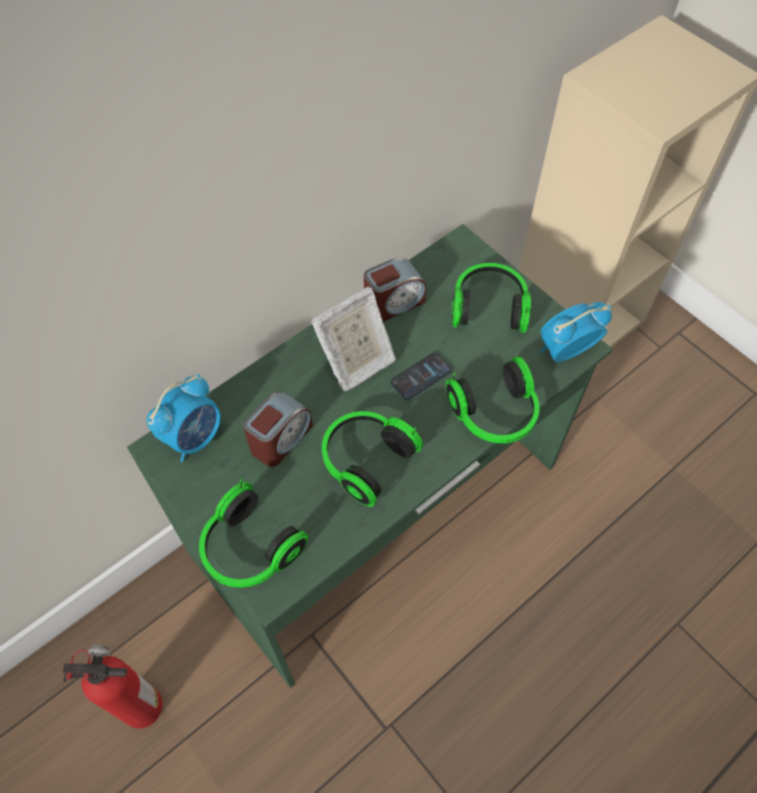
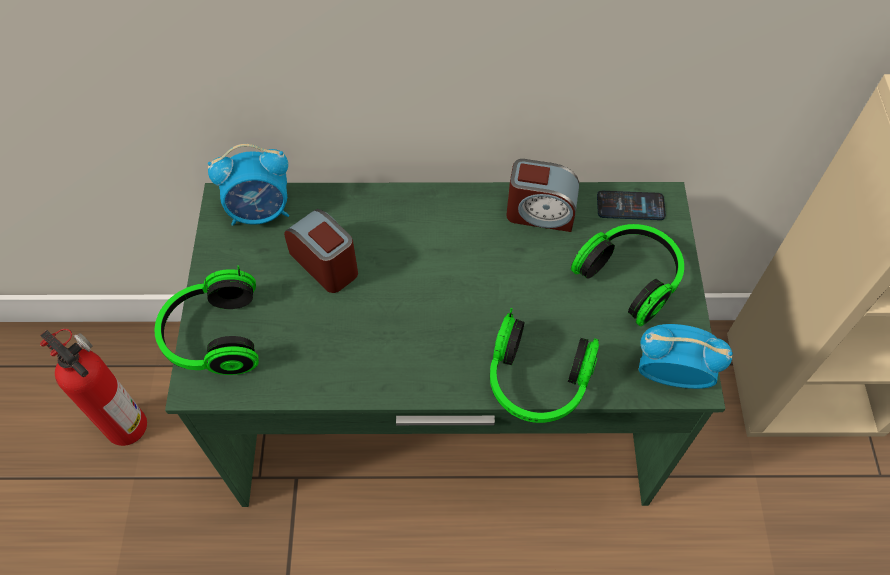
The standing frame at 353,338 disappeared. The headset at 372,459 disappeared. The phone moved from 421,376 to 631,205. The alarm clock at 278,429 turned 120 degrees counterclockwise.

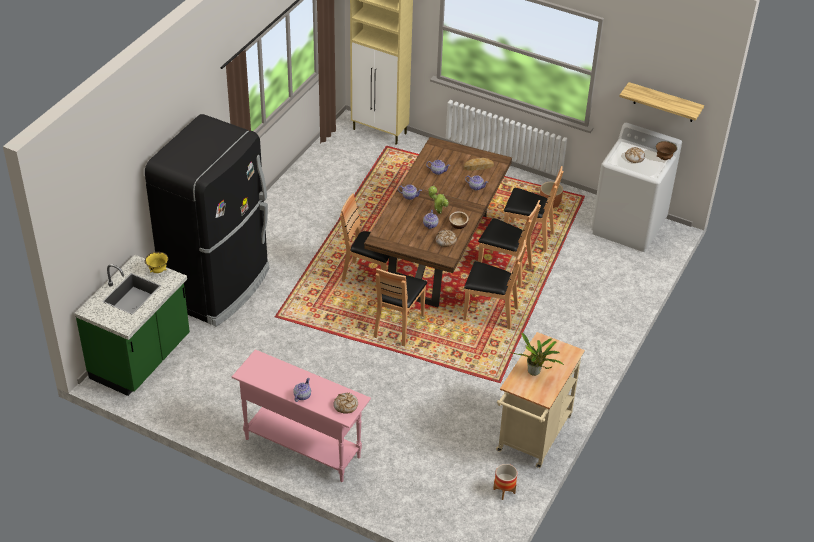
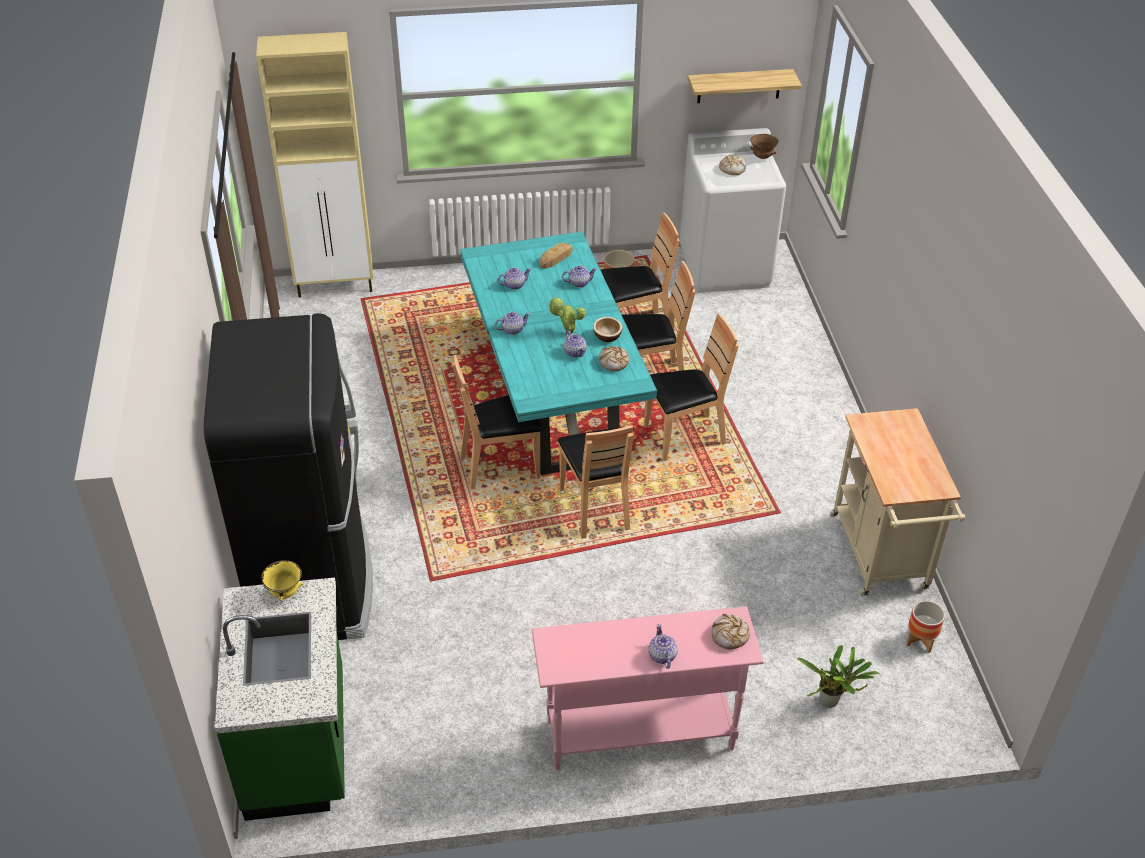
The plant in a pot moved from 536,354 to 838,676. The kitchen table/brownish at 438,222 became the kitchen table/turquoise at 558,353.

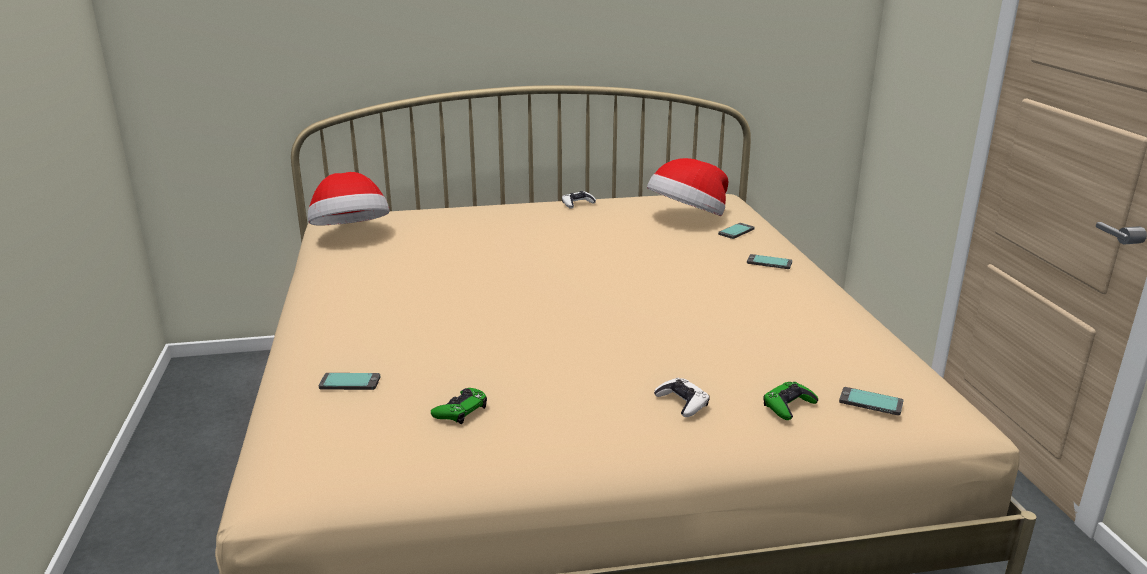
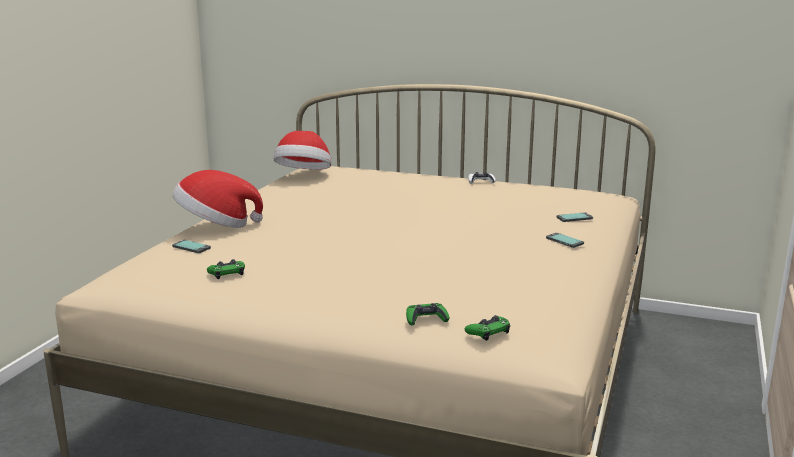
The gamepad/white at 682,397 disappeared. The clothing hat moved from 687,187 to 218,199. The phone at 871,401 was replaced by the gamepad/green at 487,328.

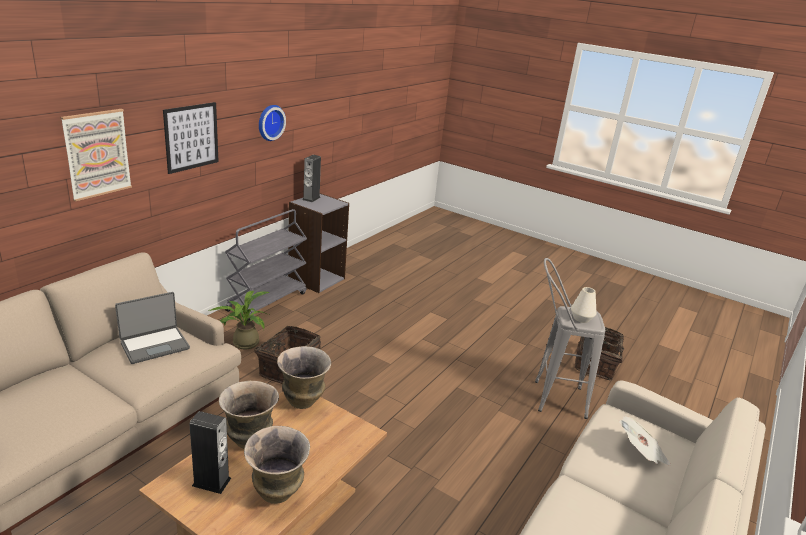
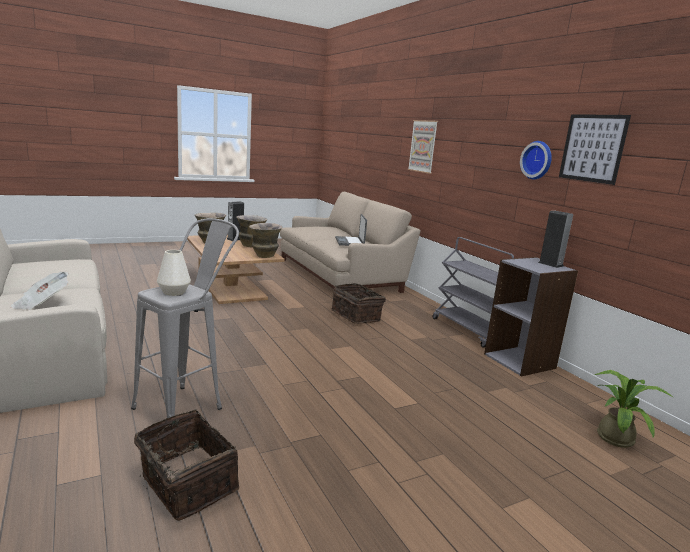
The wall art moved from 191,138 to 595,149. The plant in a pot moved from 241,320 to 634,409.

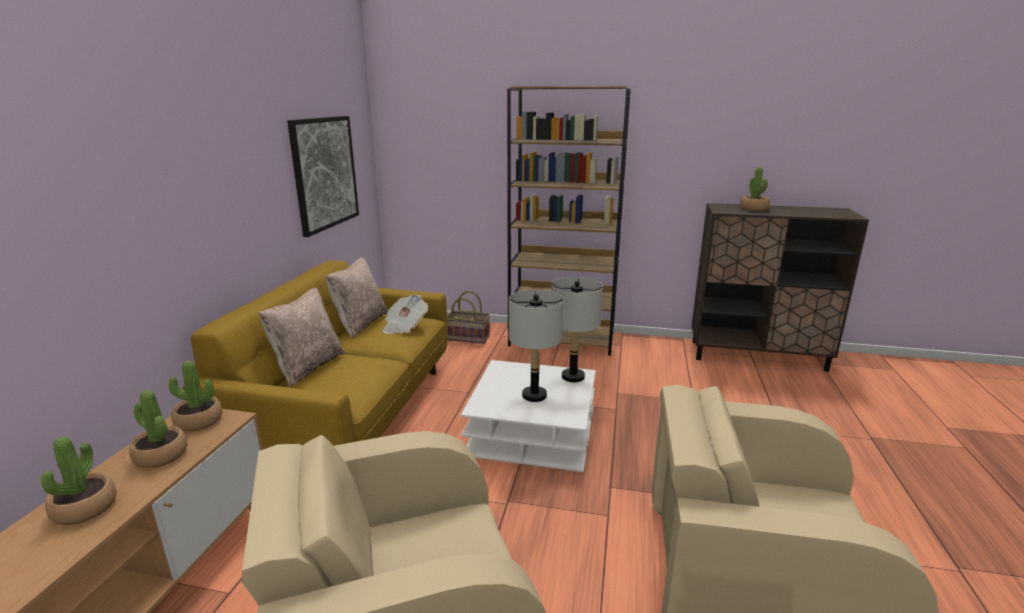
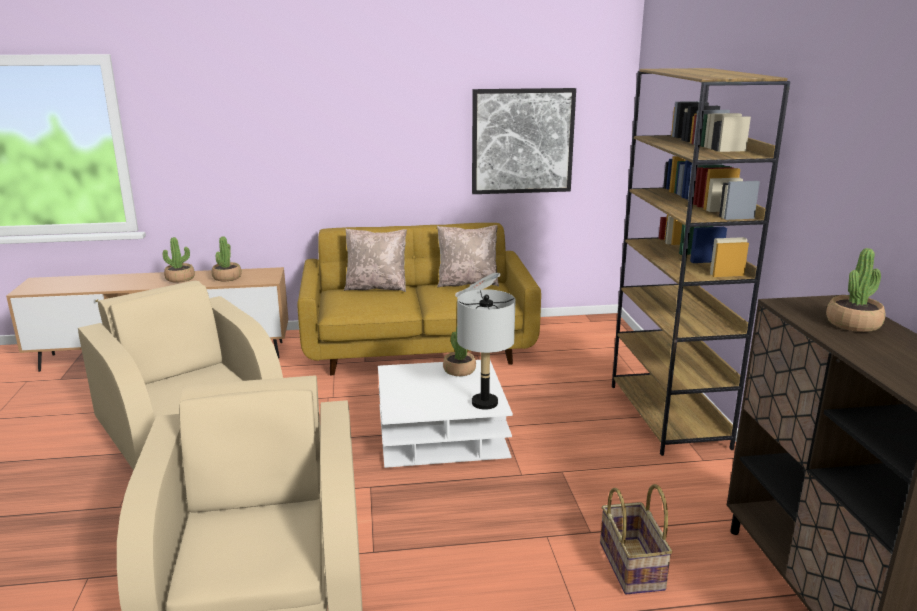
The tabletop lamp/greyish at 536,346 disappeared. The plant in a pot moved from 195,396 to 459,352. The basket moved from 468,317 to 636,539.

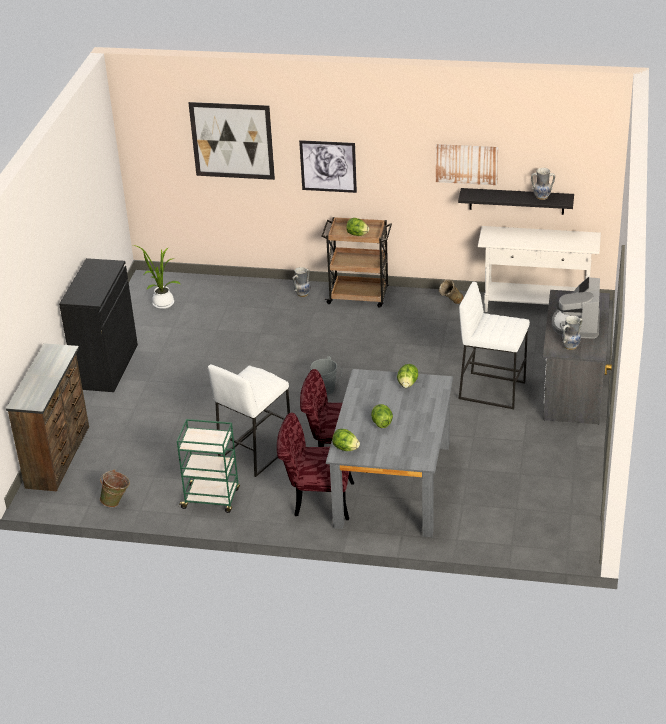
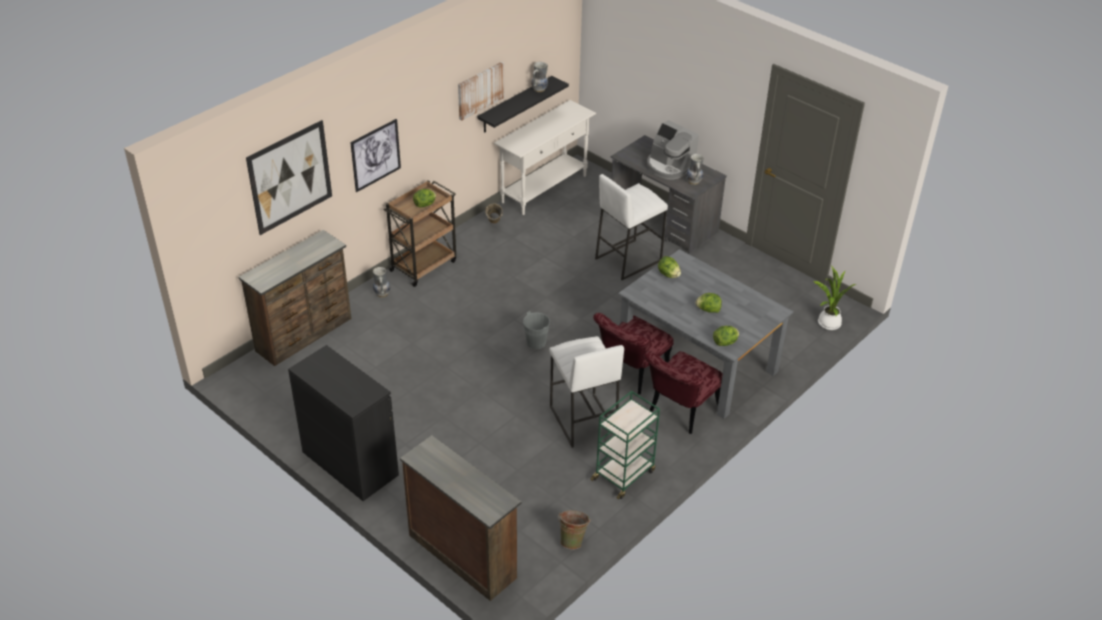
The drawer chest/brownish at 294,298 appeared. The plant in a pot moved from 156,277 to 834,297.

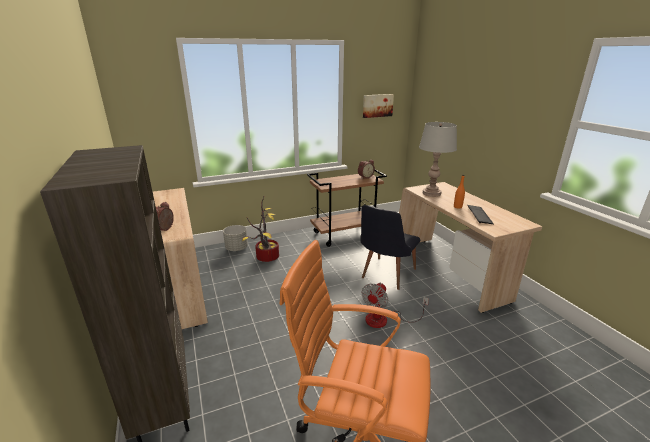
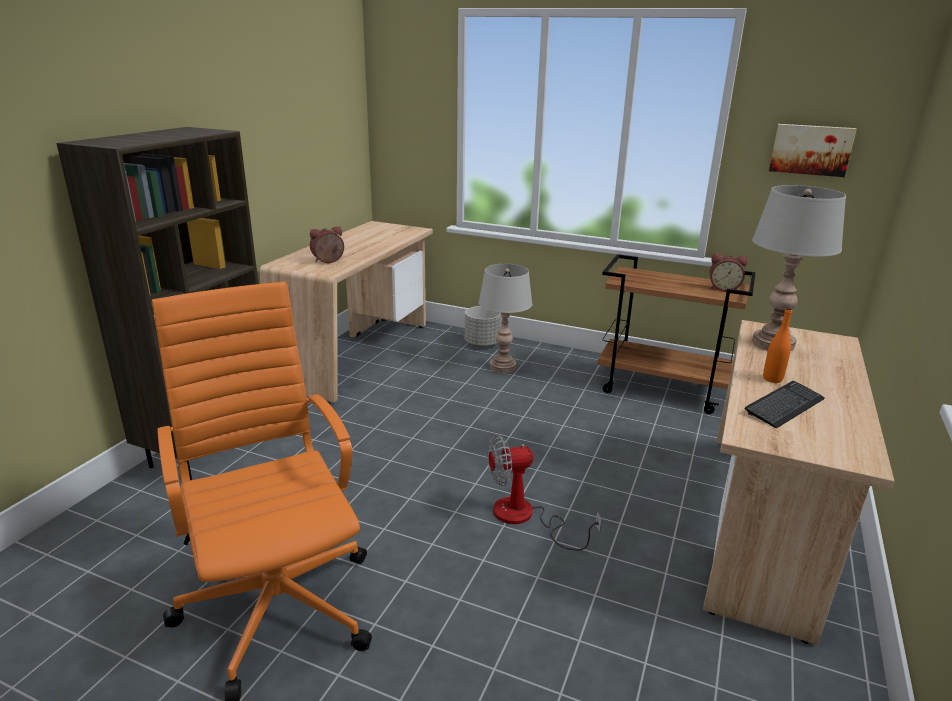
The plain chair/black-coloured at 390,247 disappeared. The plant in a pot at 260,229 was replaced by the tabletop lamp/greyish at 505,318.

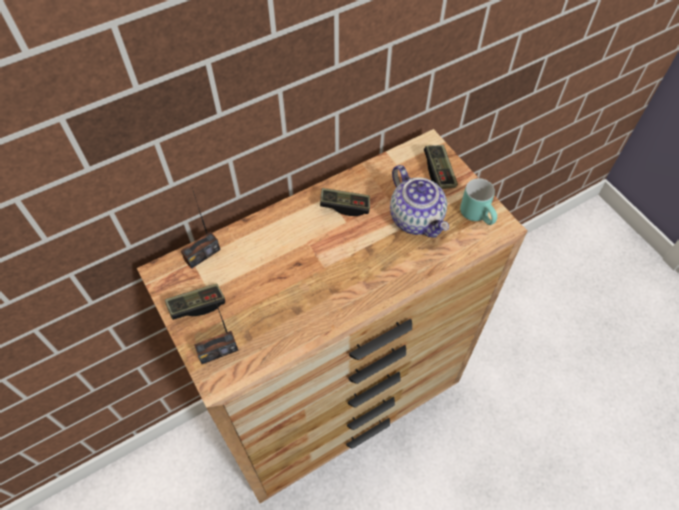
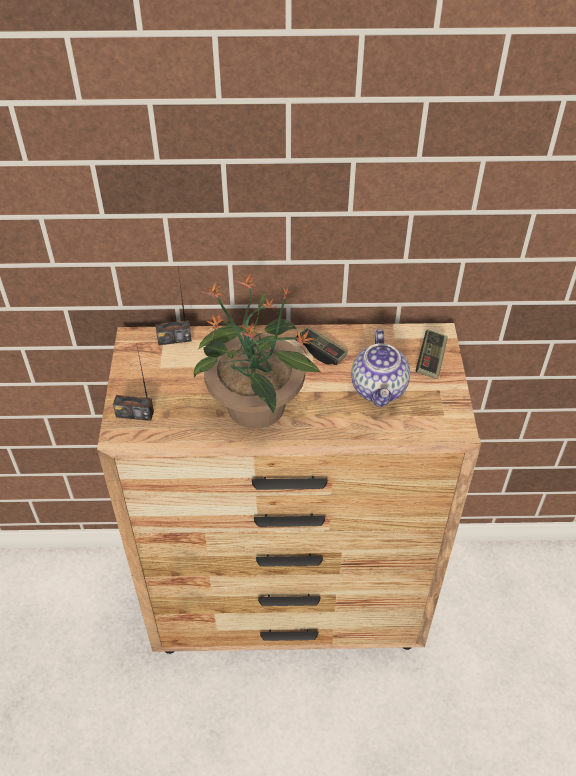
The gamepad at 195,302 disappeared. The mug/turquoise at 478,201 disappeared. The plant in a pot at 256,351 appeared.

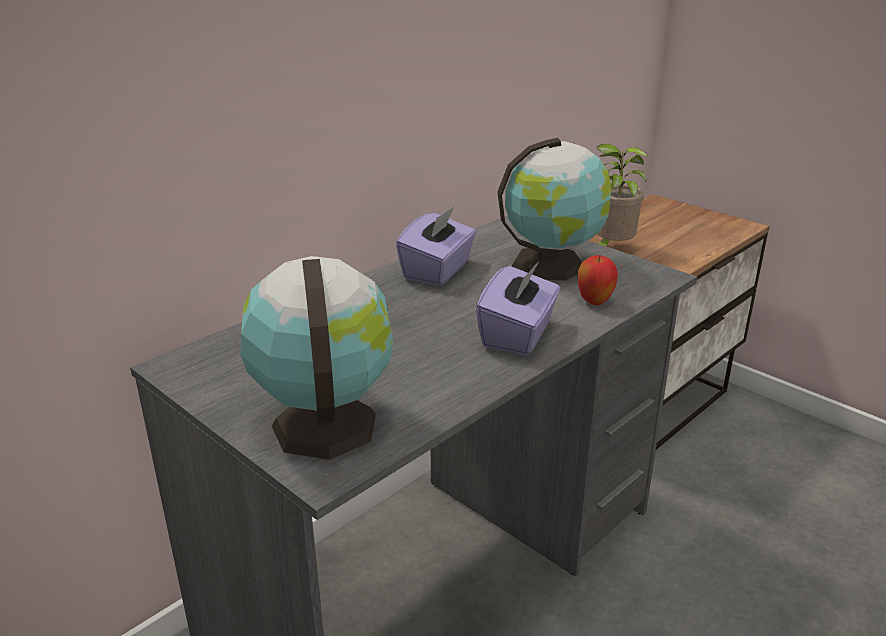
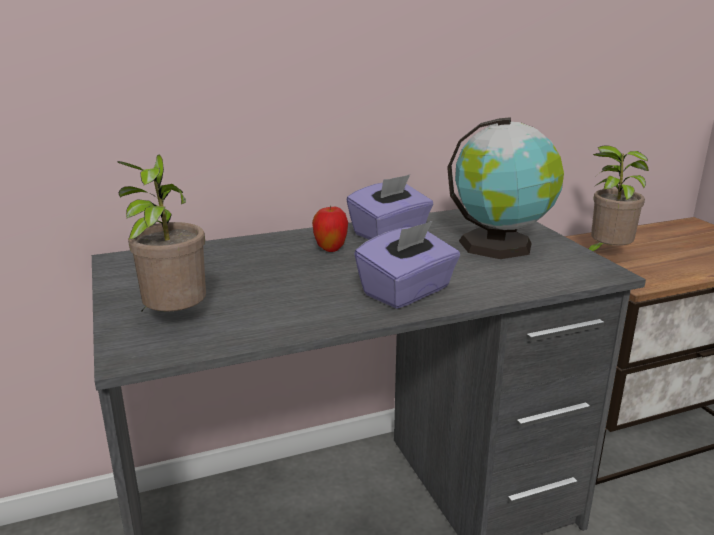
The apple fruit moved from 598,280 to 330,228. The globe at 316,358 was replaced by the plant in a pot at 161,233.

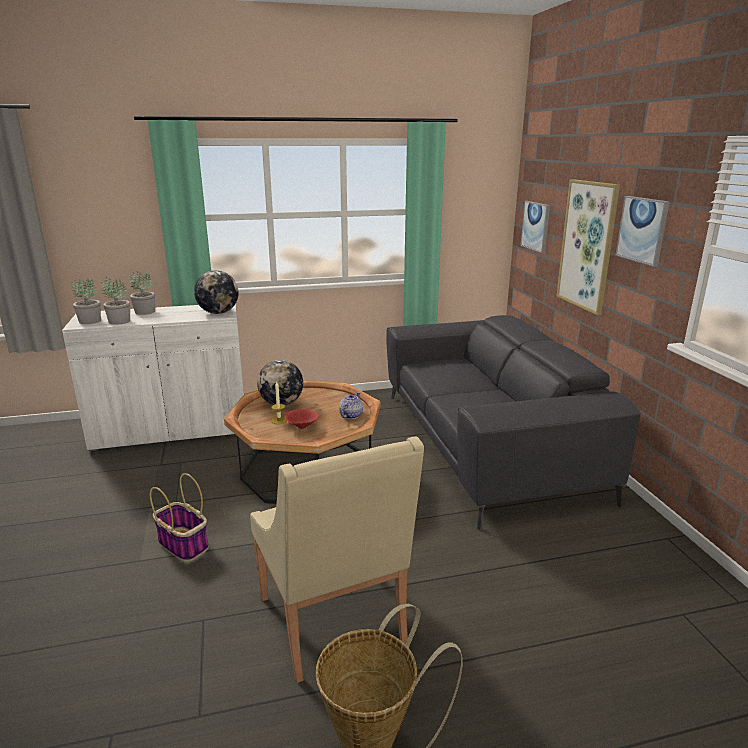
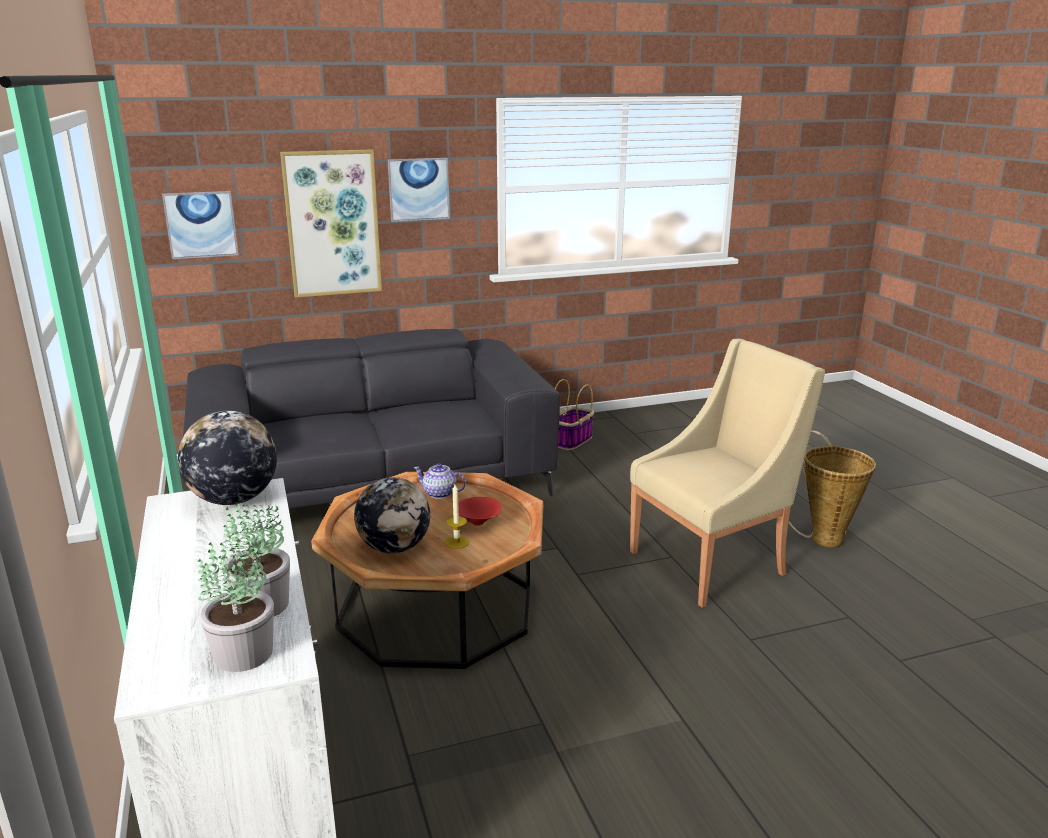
The plant in a pot at 142,293 disappeared. The basket moved from 179,517 to 574,414.

